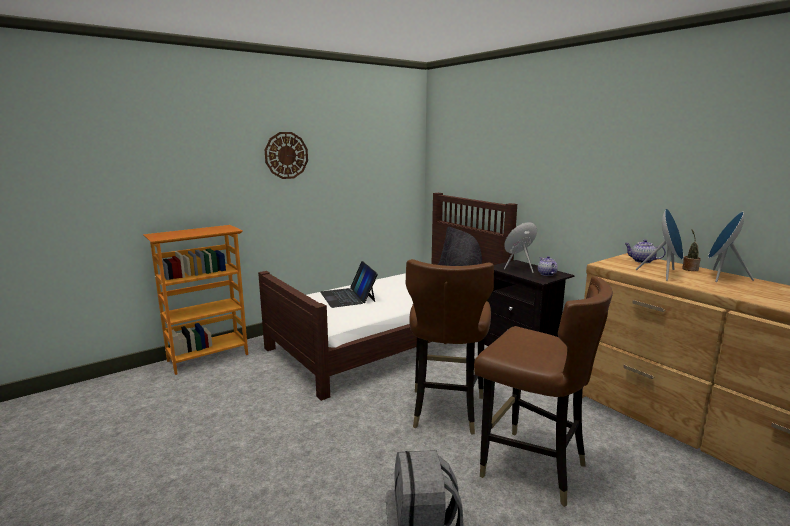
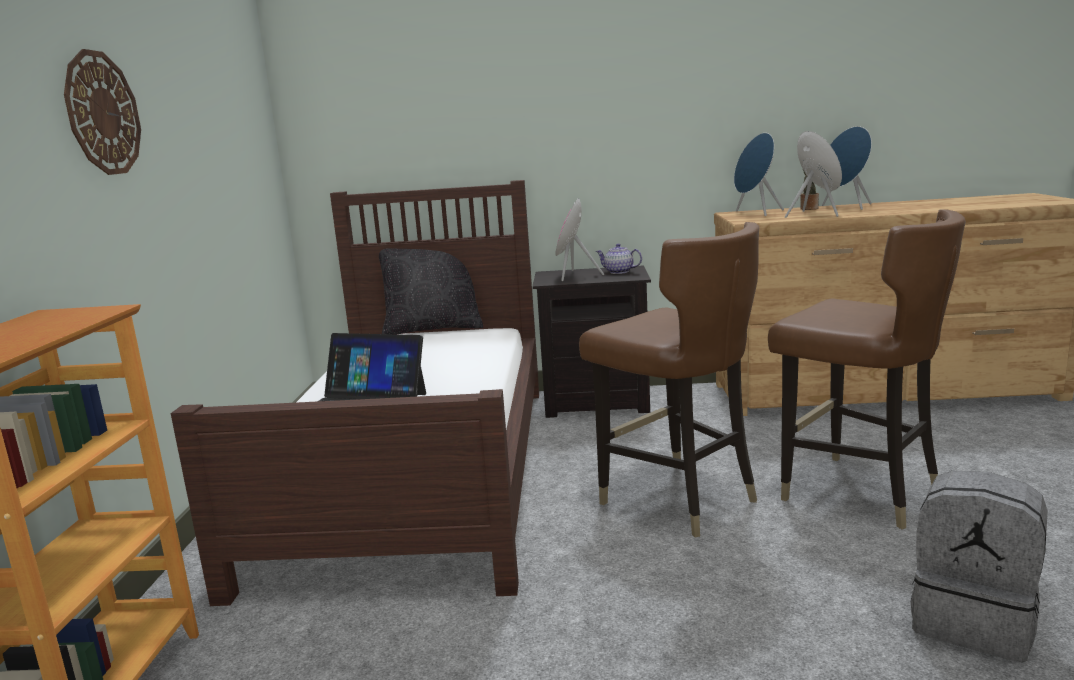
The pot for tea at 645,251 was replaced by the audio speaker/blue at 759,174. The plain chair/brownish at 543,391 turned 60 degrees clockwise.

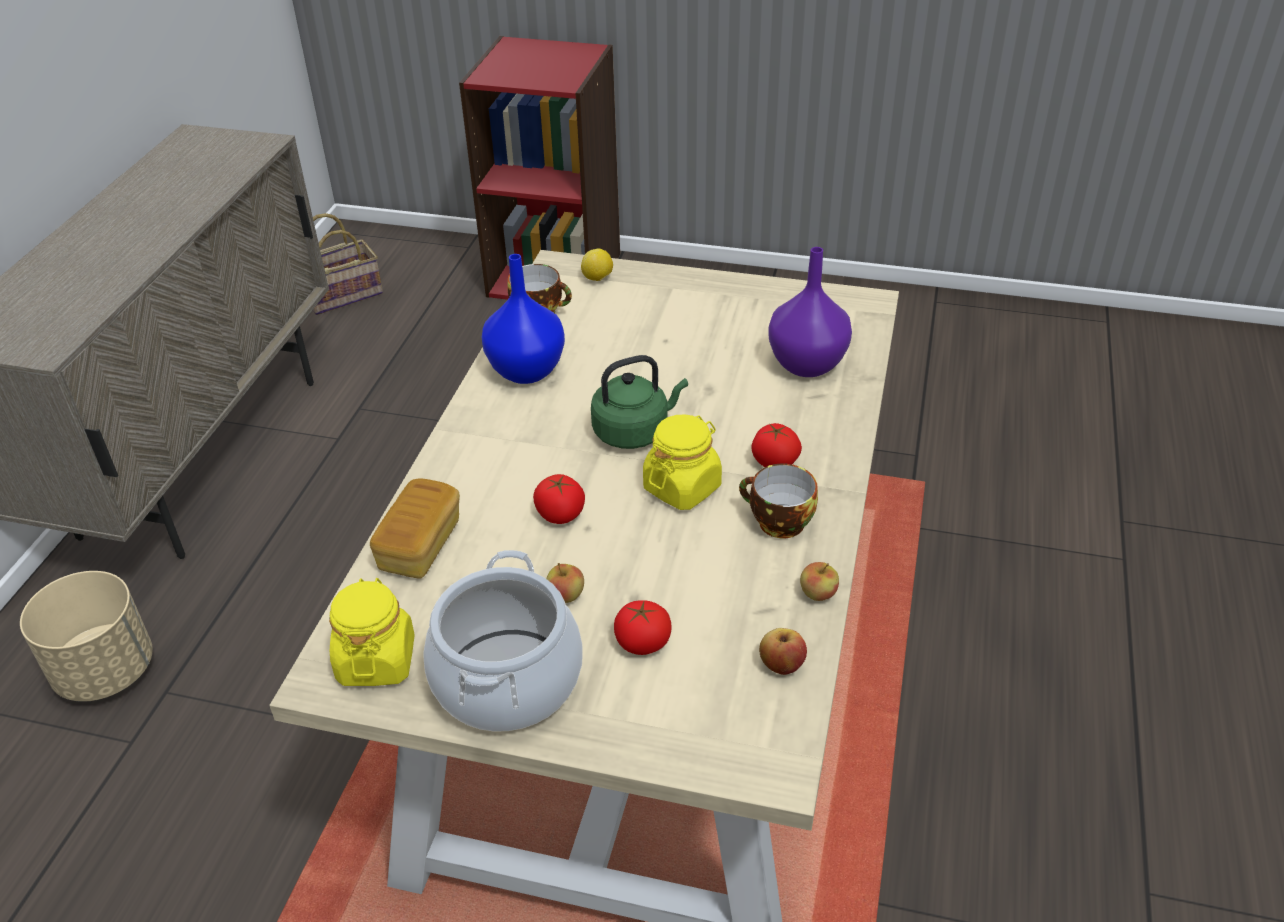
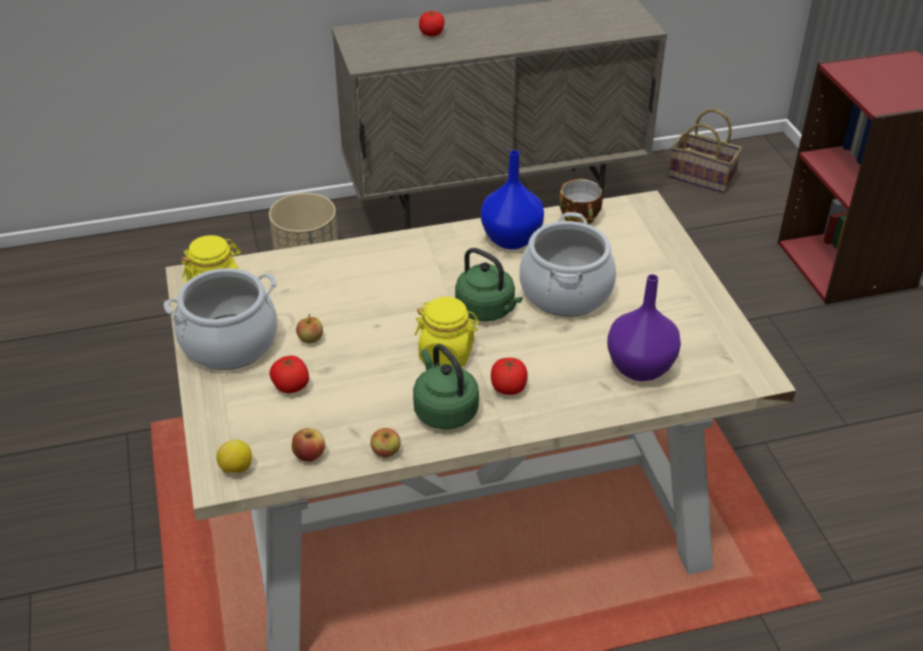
The bread at 415,529 disappeared. The stockpot at 567,264 appeared. The fresh tomato moved from 559,499 to 431,23. The citrus fruit moved from 597,265 to 234,456. The drinking cup at 778,501 was replaced by the water kettle/green at 446,386.

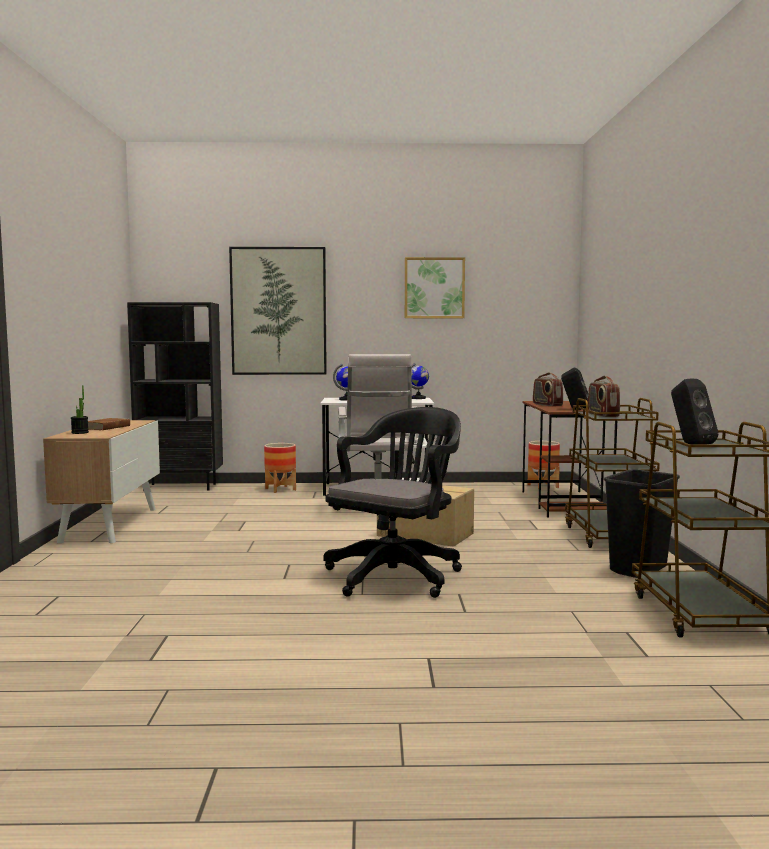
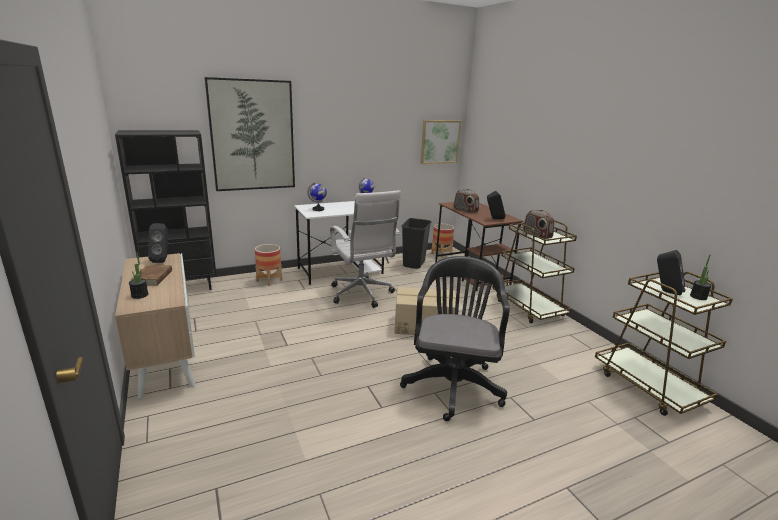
The audio speaker/black-coloured at 158,243 appeared. The plant in a pot at 701,277 appeared. The wall art moved from 435,287 to 440,142. The trash can/black-coloured moved from 642,523 to 416,243.

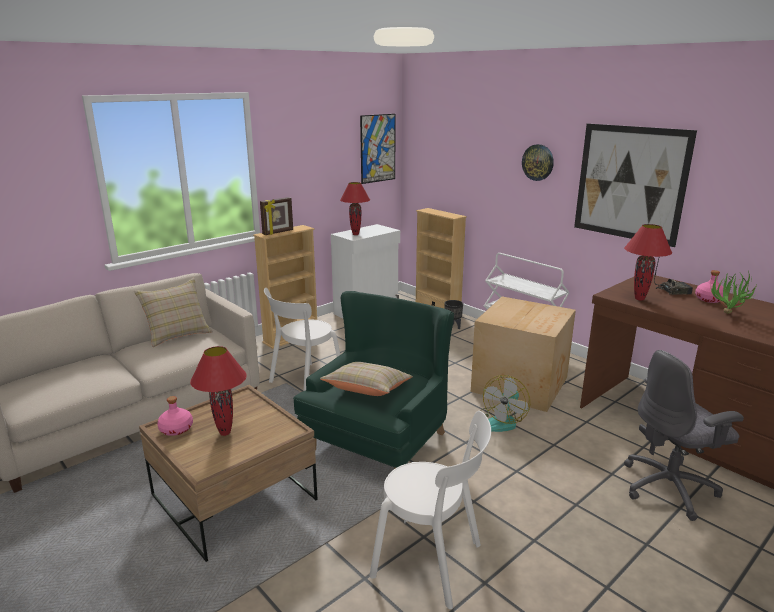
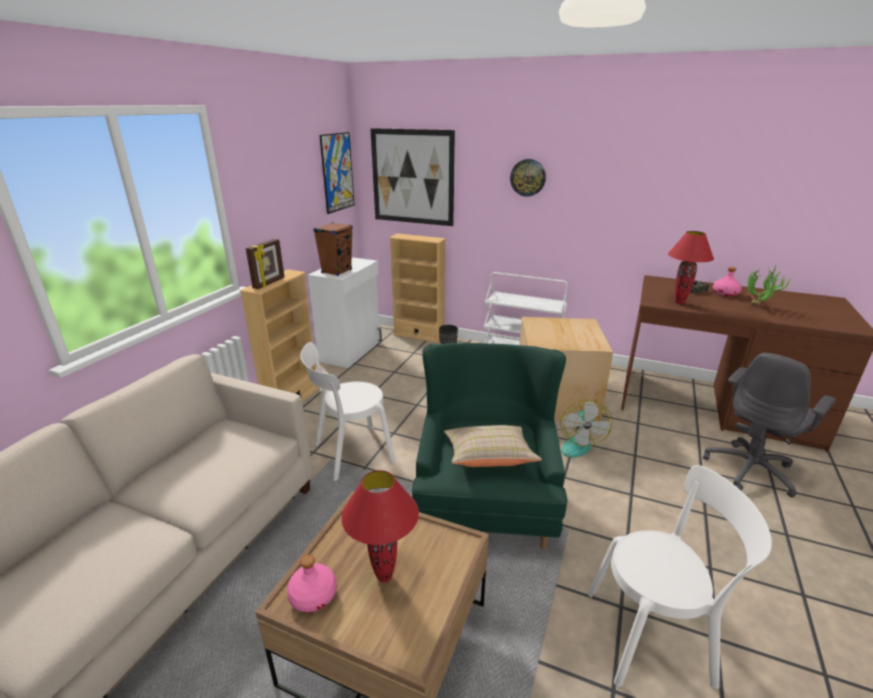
The throw pillow/beige at 173,312 disappeared. The wall art moved from 635,185 to 412,177. The tabletop lamp/red at 355,208 was replaced by the audio speaker/brownish at 333,249. The plain chair/white at 302,339 turned 45 degrees clockwise.

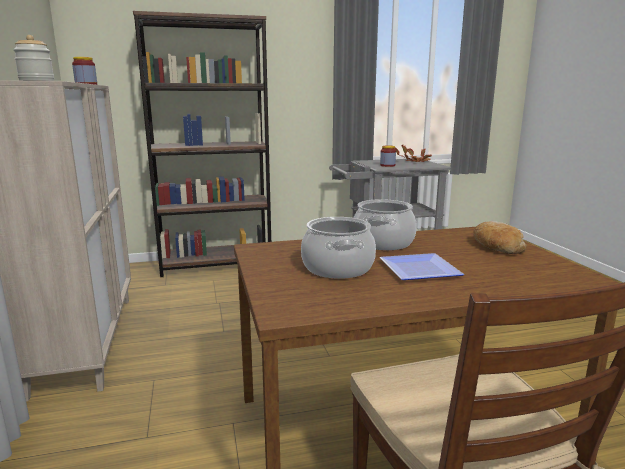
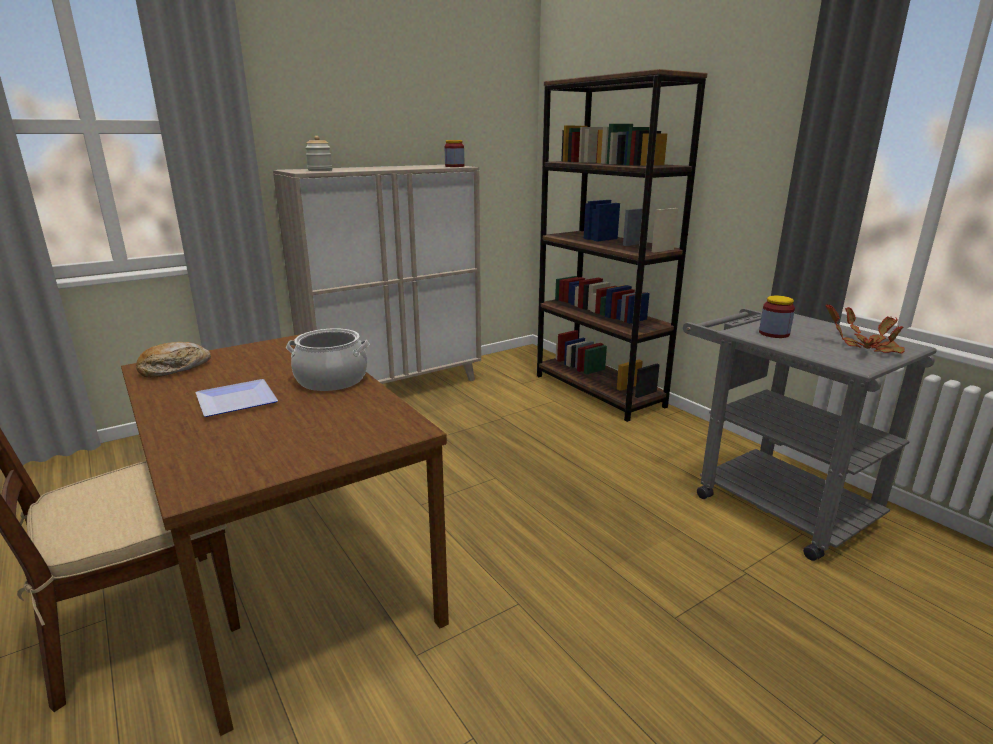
The stockpot at 338,248 disappeared. The bread moved from 499,237 to 173,360.

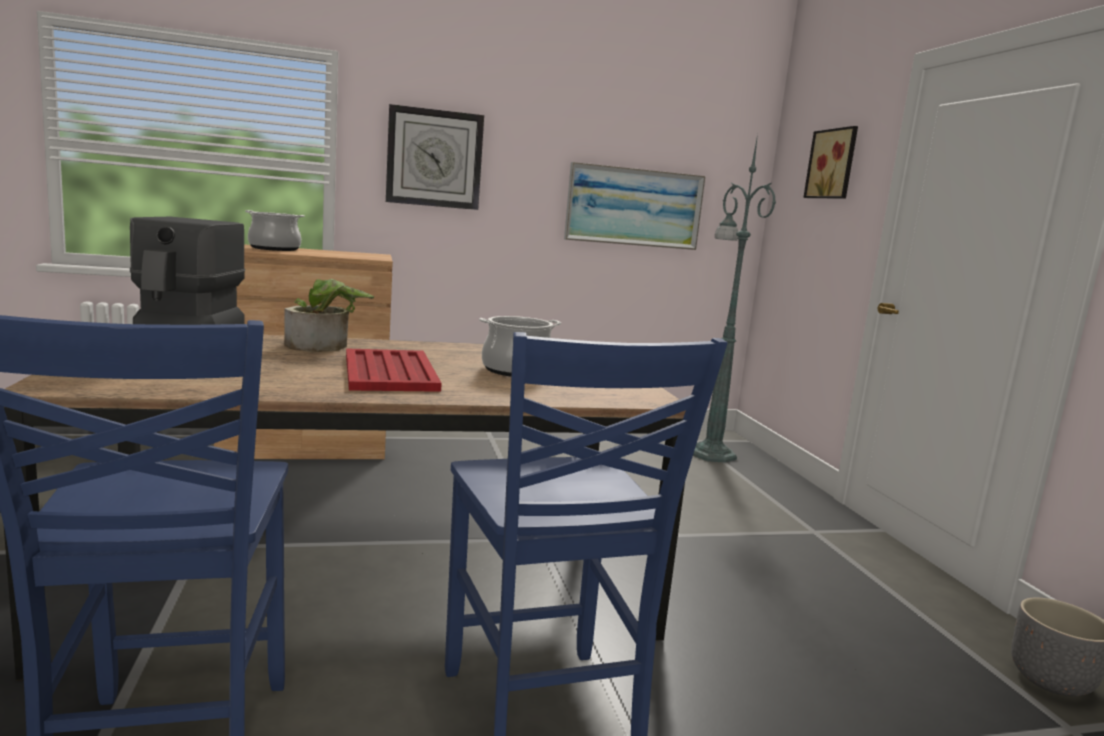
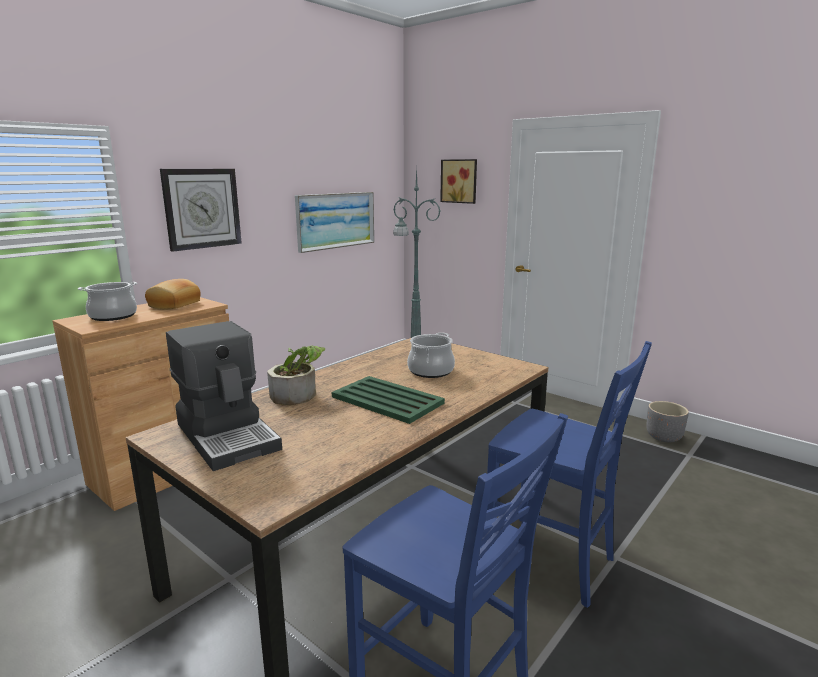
The bread at 173,294 appeared. The carrying tray/red at 394,370 became the carrying tray/green at 388,400.

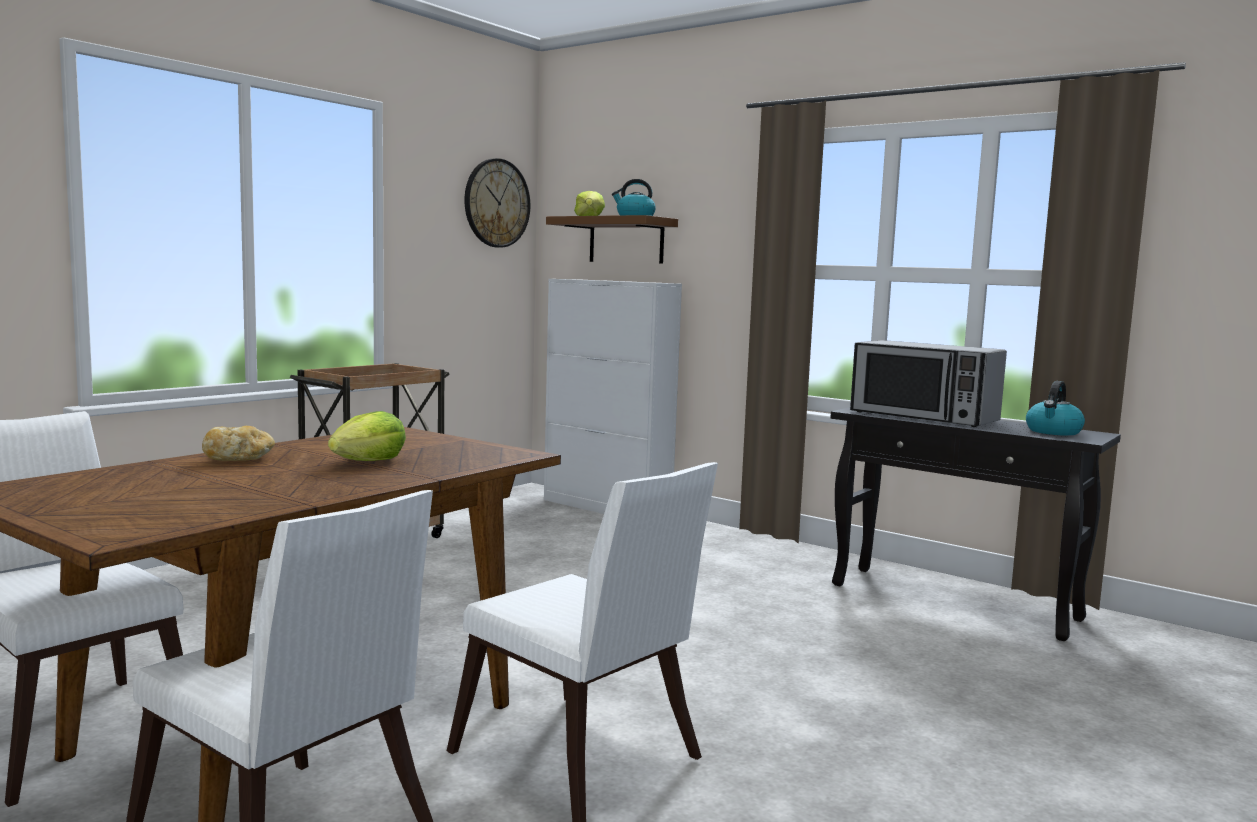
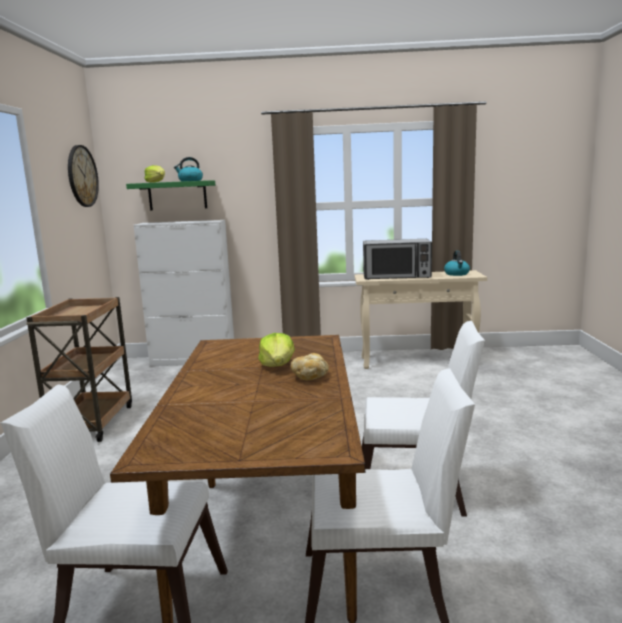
The bread moved from 238,443 to 309,366. The bracket shelf/brownish at 612,239 became the bracket shelf/green at 170,195. The hall table/black-coloured at 975,524 became the hall table/beige at 420,319.

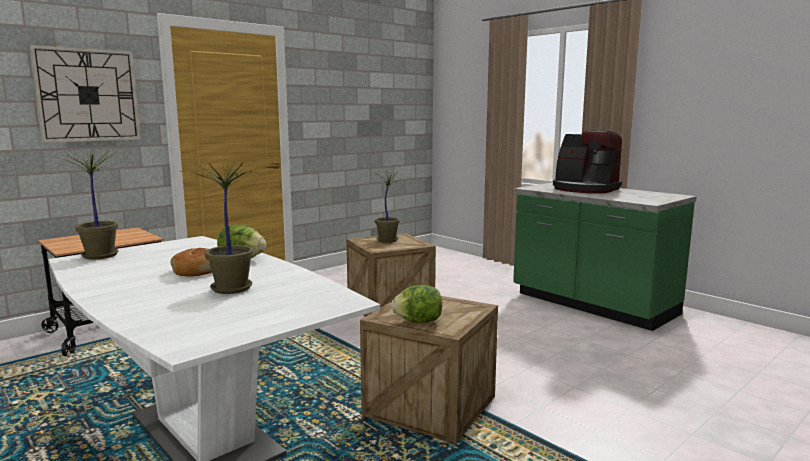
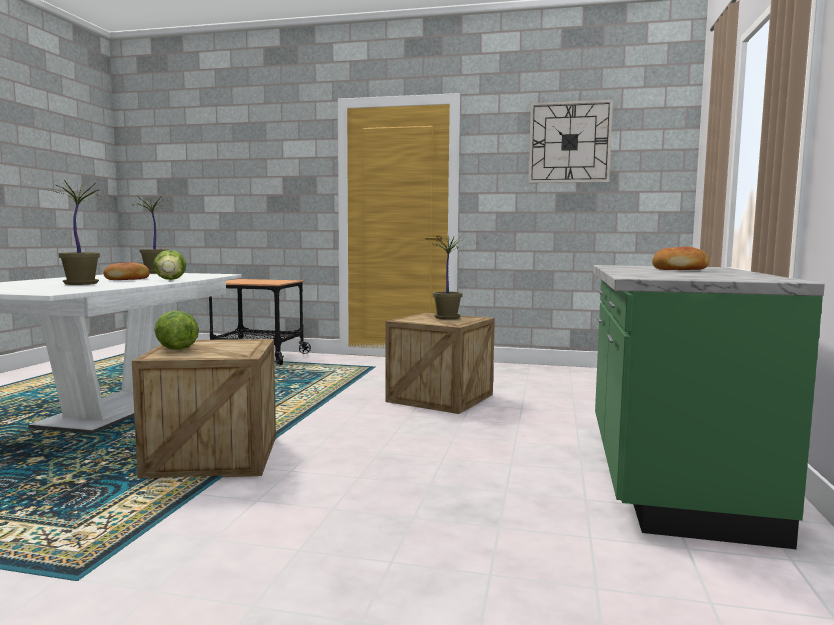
The hanging clock moved from 85,94 to 570,141. The coffee machine at 587,162 was replaced by the bread at 680,258.

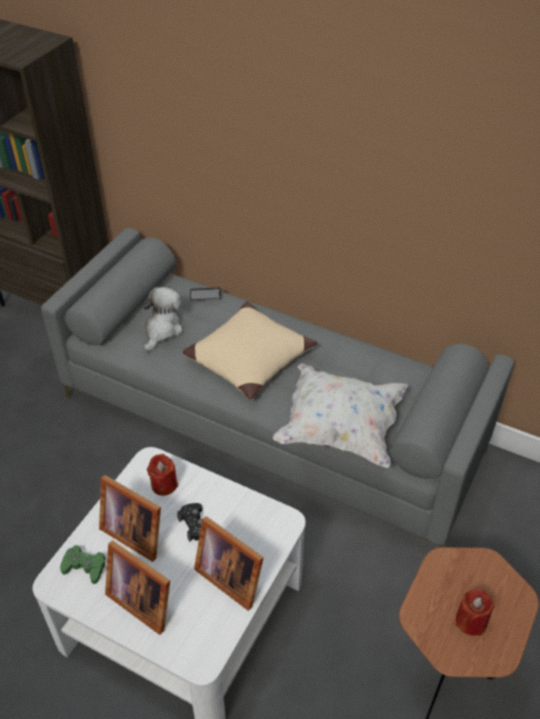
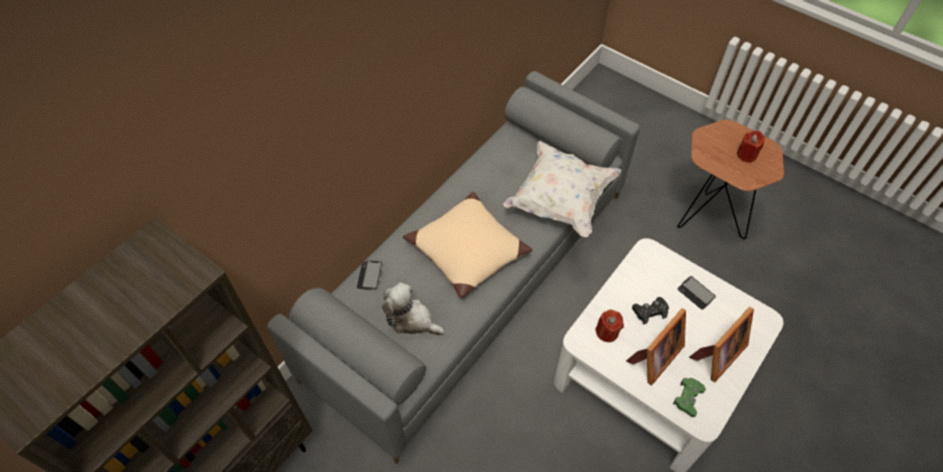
The standing frame at 229,563 was replaced by the phone at 697,293.

